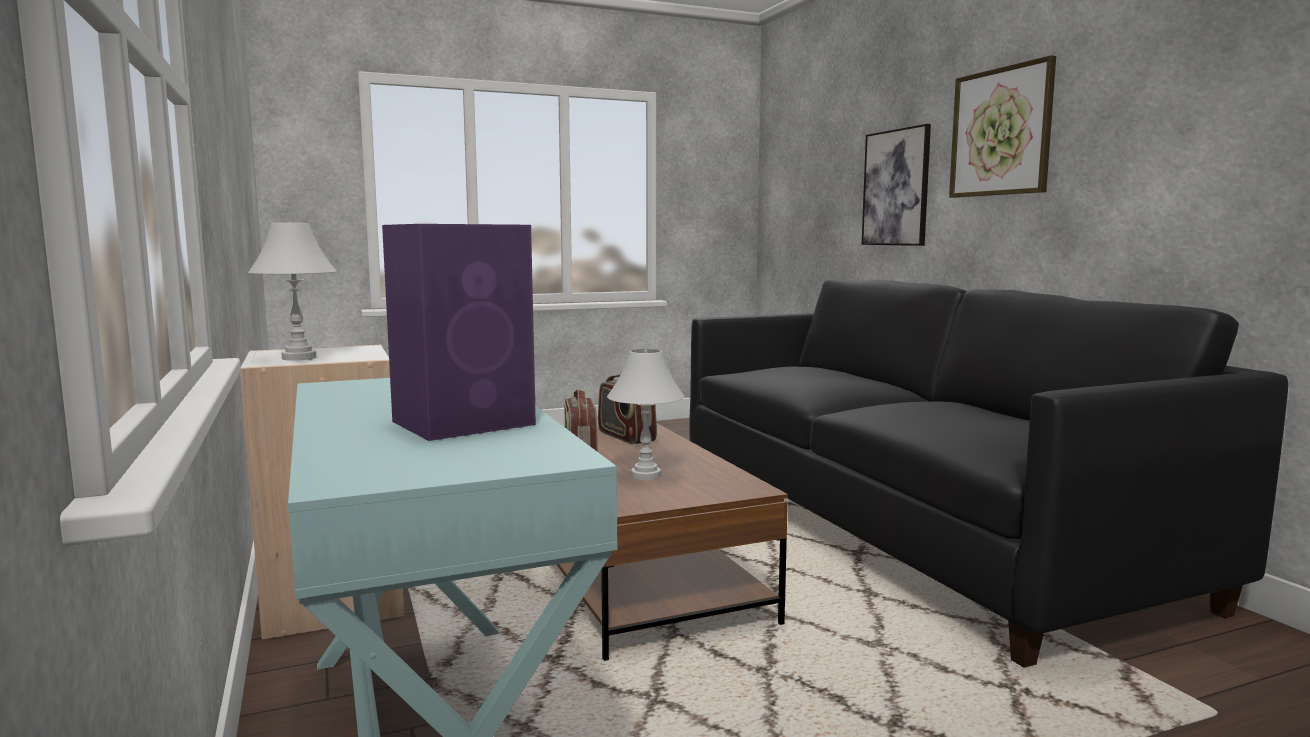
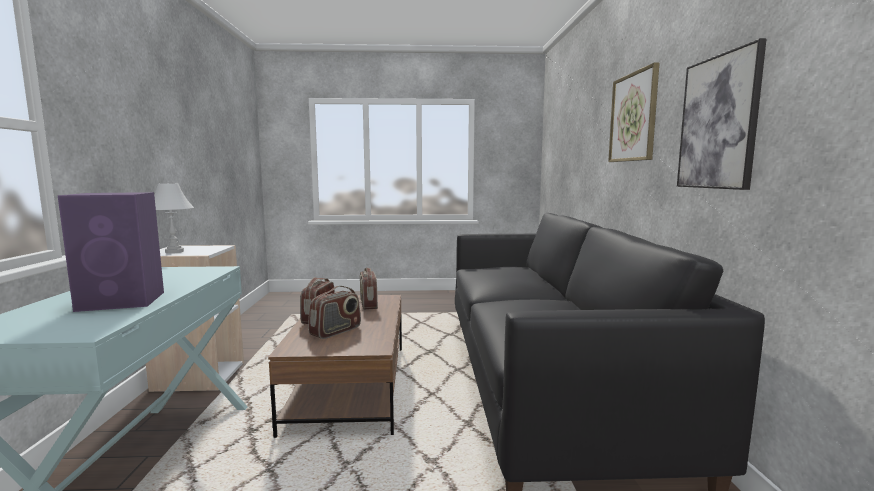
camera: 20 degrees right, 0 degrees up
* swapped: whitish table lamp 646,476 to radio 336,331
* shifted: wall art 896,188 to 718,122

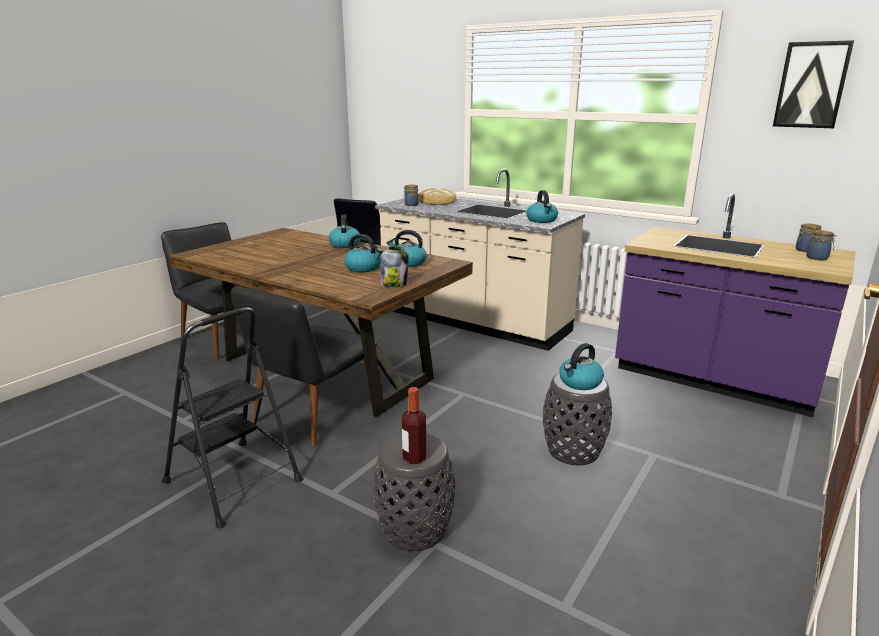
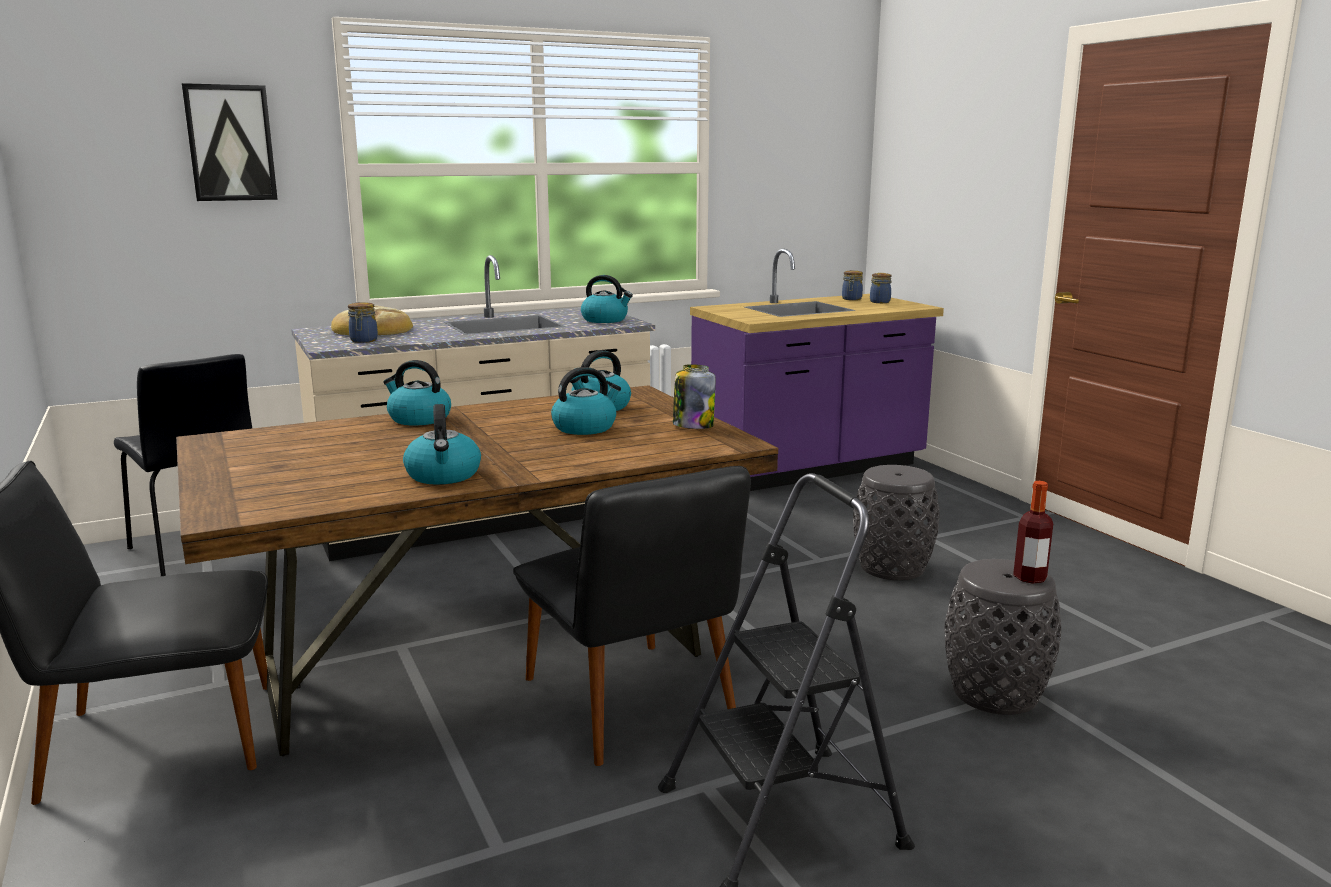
camera: 60 degrees left, 5 degrees down
* shifted: wall art 811,85 to 230,143
* shifted: water kettle 580,382 to 444,475

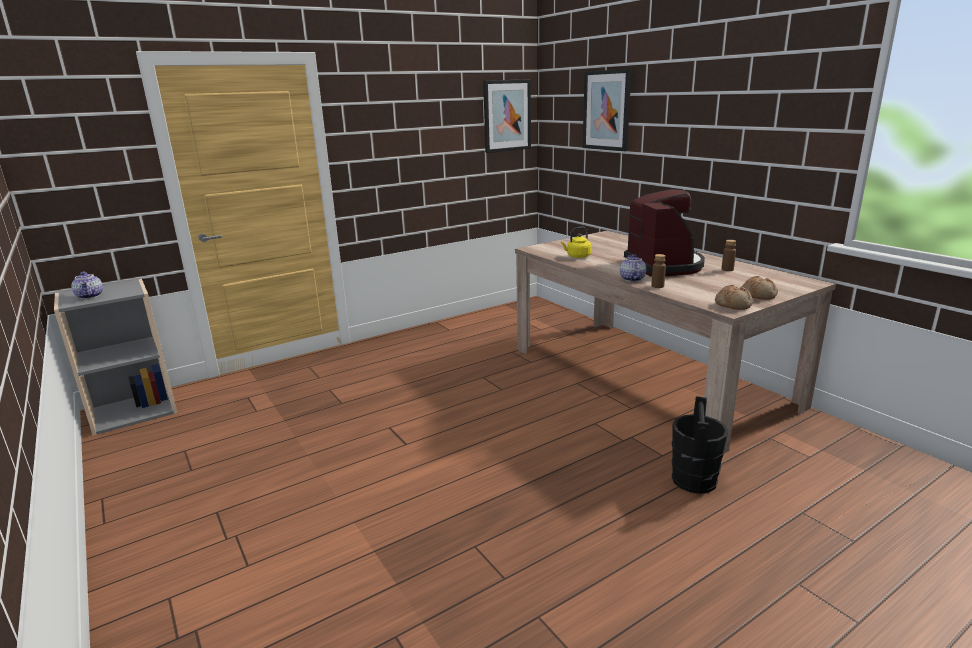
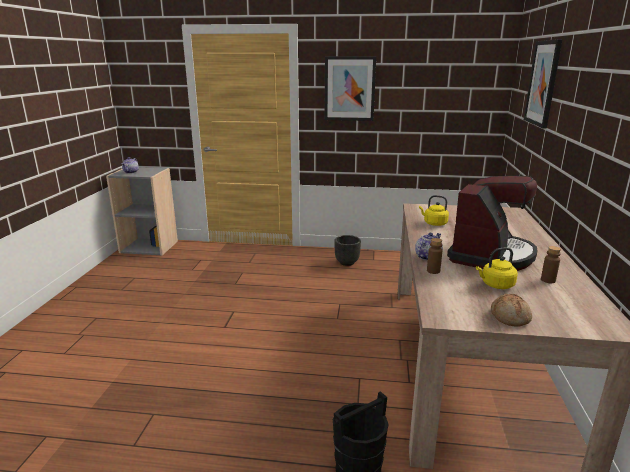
camera: 40 degrees right, 0 degrees up
* shifted: wall art 507,116 to 349,88
* new: blackish flower pot 347,262
* new: yellowish water kettle 496,285
* gone: baked bread 733,305

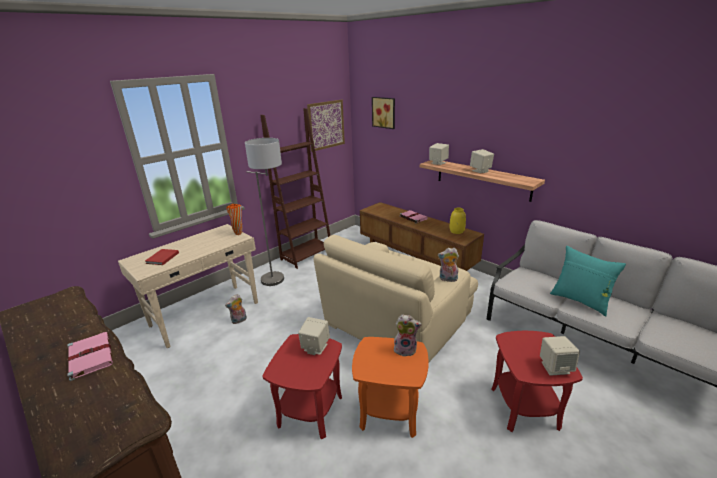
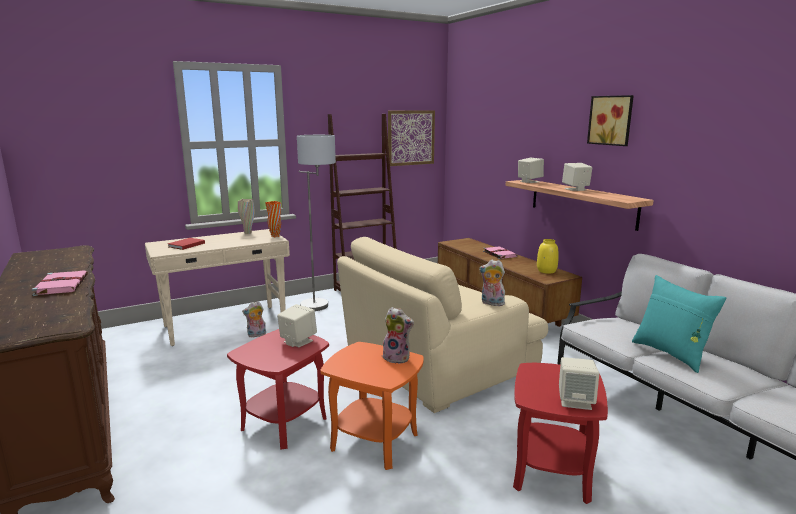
camera: 15 degrees right, 10 degrees down
* new: sand-coloured flower vase 248,233
* shifted: wall art 384,112 to 611,120

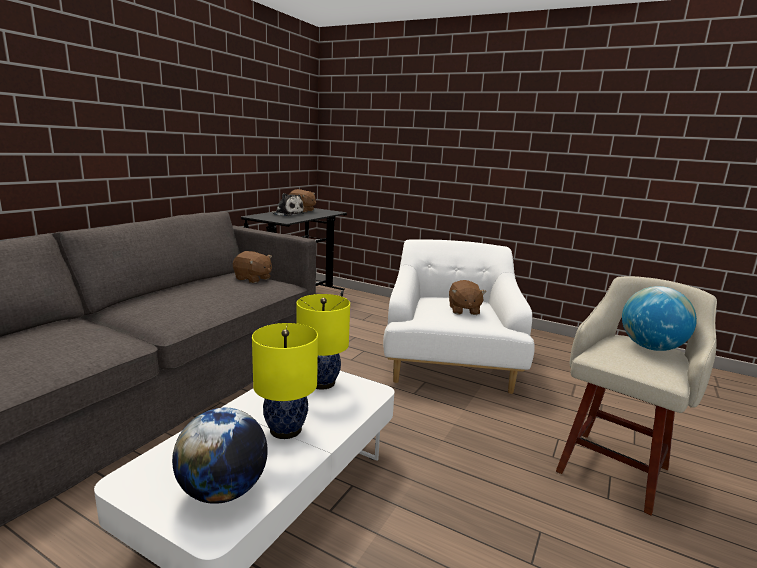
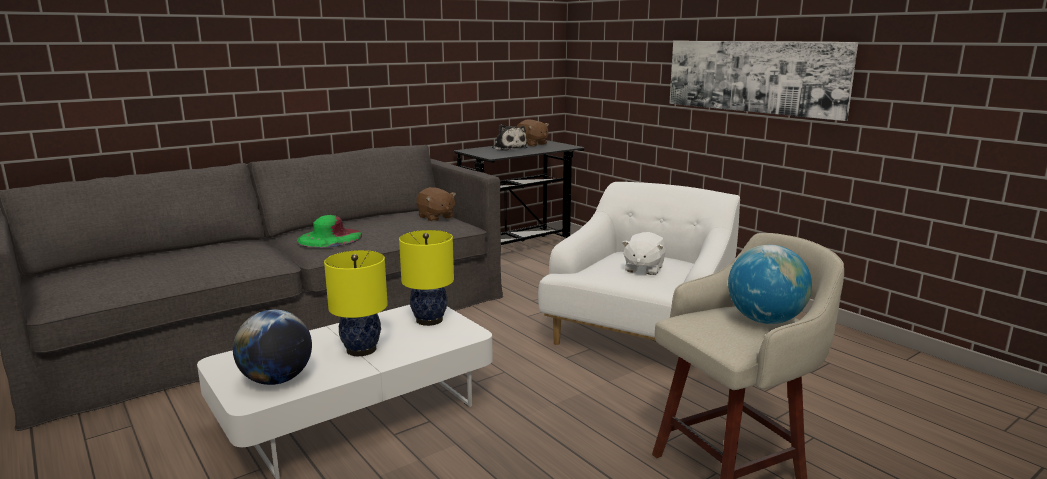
camera: 25 degrees right, 0 degrees up
* new: green clothing hat 330,238
* repainted: brownish soft toy 463,310 to whitish soft toy 643,269
* new: wall art 753,76

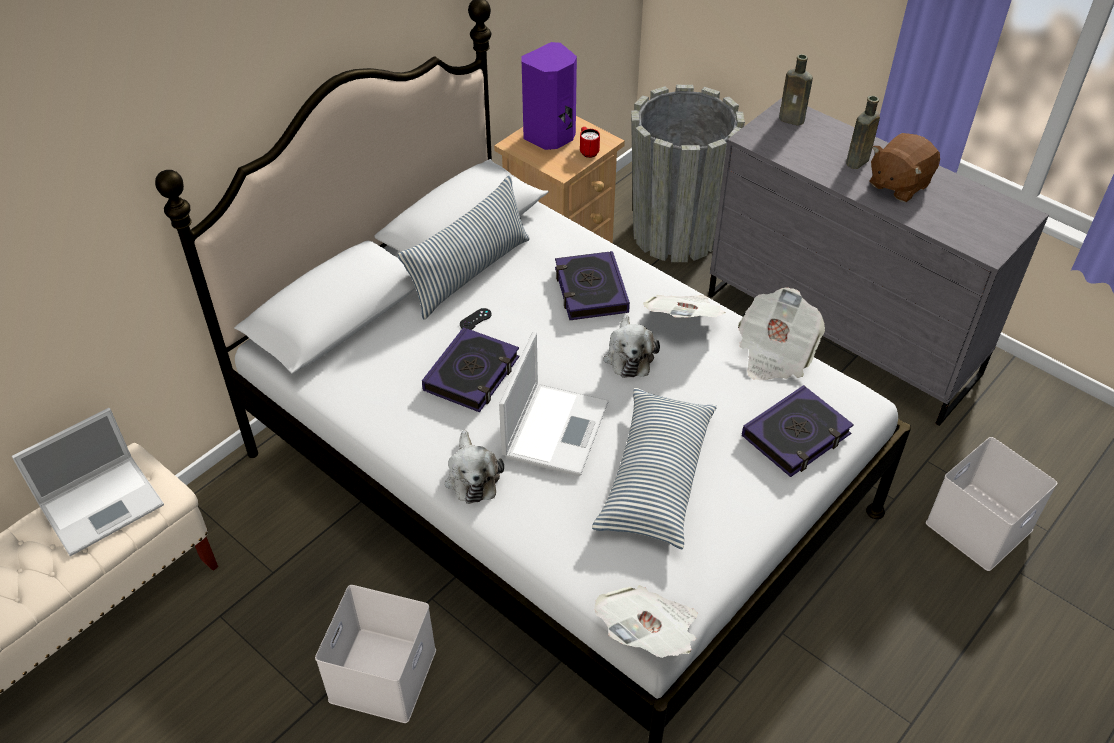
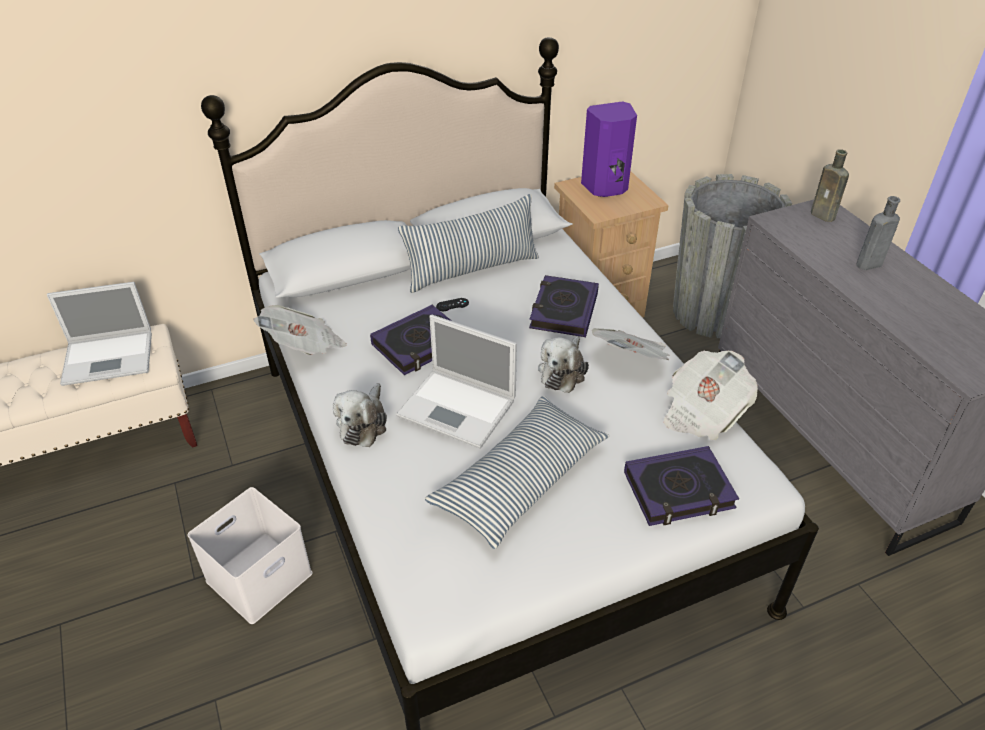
camera: 25 degrees right, 5 degrees down
* shifted: daily paper 649,634 to 305,347
* rotated: portable computer 556,427 = 459,408 75 degrees clockwise
* repainted: brownish drink bottle 856,162 to greyish drink bottle 867,265
* gone: red coffee mug 588,151
* gone: brownish soft toy 898,184
* gone: whitish storage bin 979,528

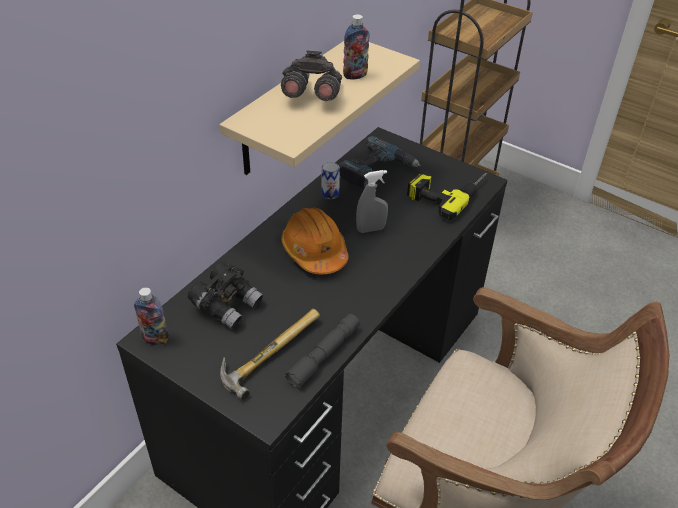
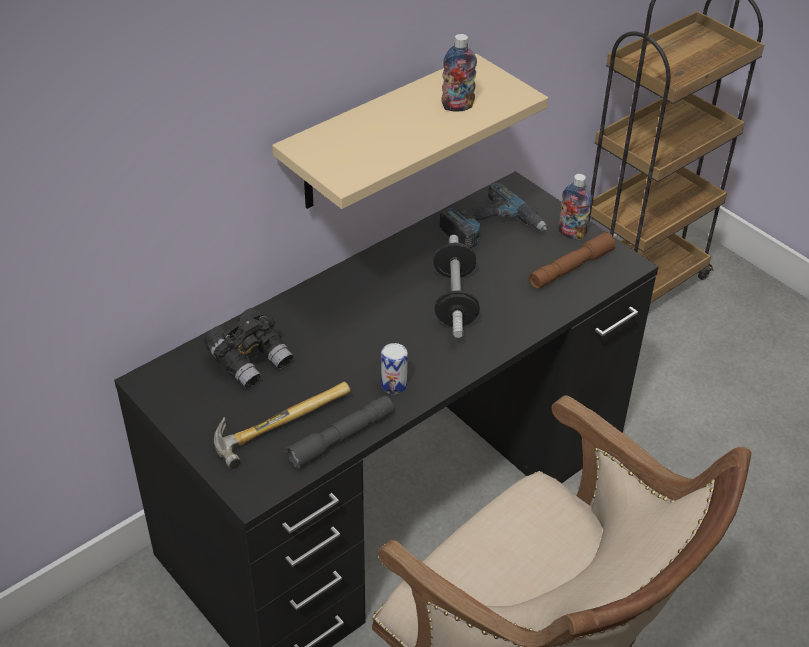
camera: 15 degrees right, 0 degrees up
* shifted: metal can 330,193 to 394,385
* swapped: greyish hand sprayer 371,229 to hand weight 455,300
* swapped: electric drill 446,191 to brownish hand torch 571,268
* shifted: drink bottle 155,338 to 571,233
* gone: greyish binoculars 312,96
* gone: orange-coloured hard hat 314,251

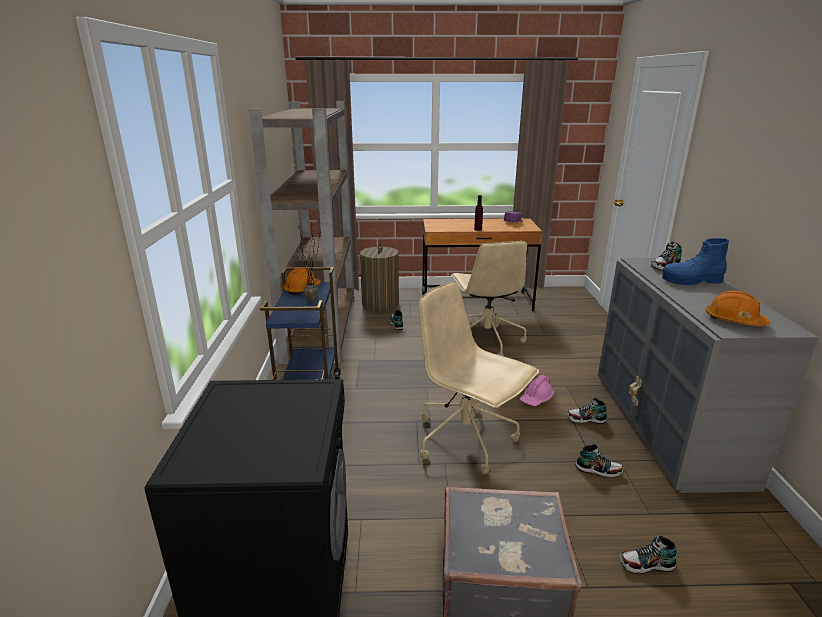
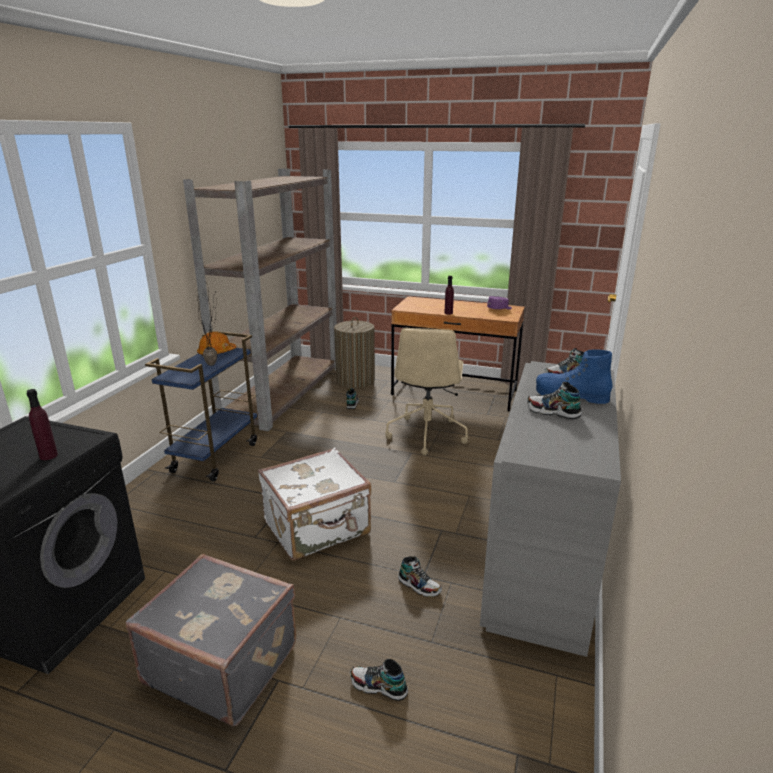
camera: 20 degrees right, 0 degrees up
* new: purple drink bottle 48,456
* swapped: sand-coloured computer chair 469,442 to whitish travel case 318,528
* shifted: low shoe 586,419 to 553,412
* gone: pinkish hard hat 536,399
* gone: orange-coloured hard hat 734,320

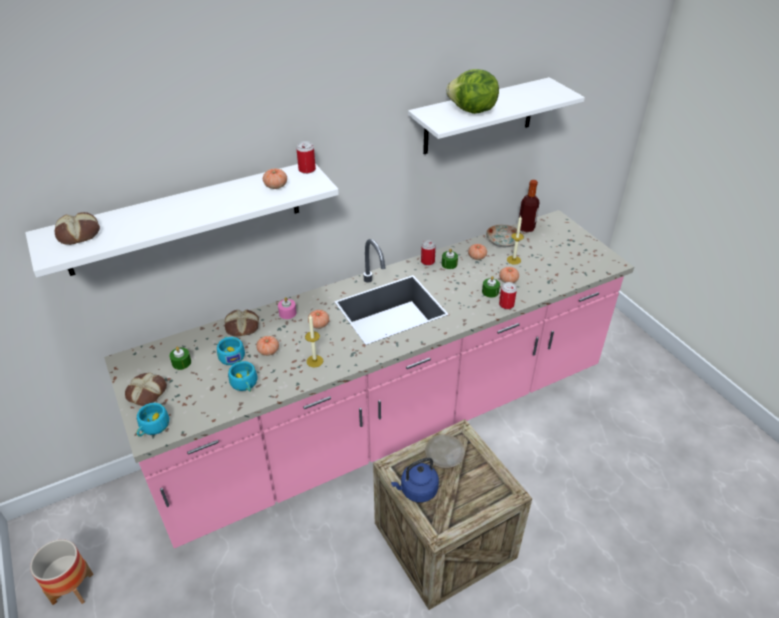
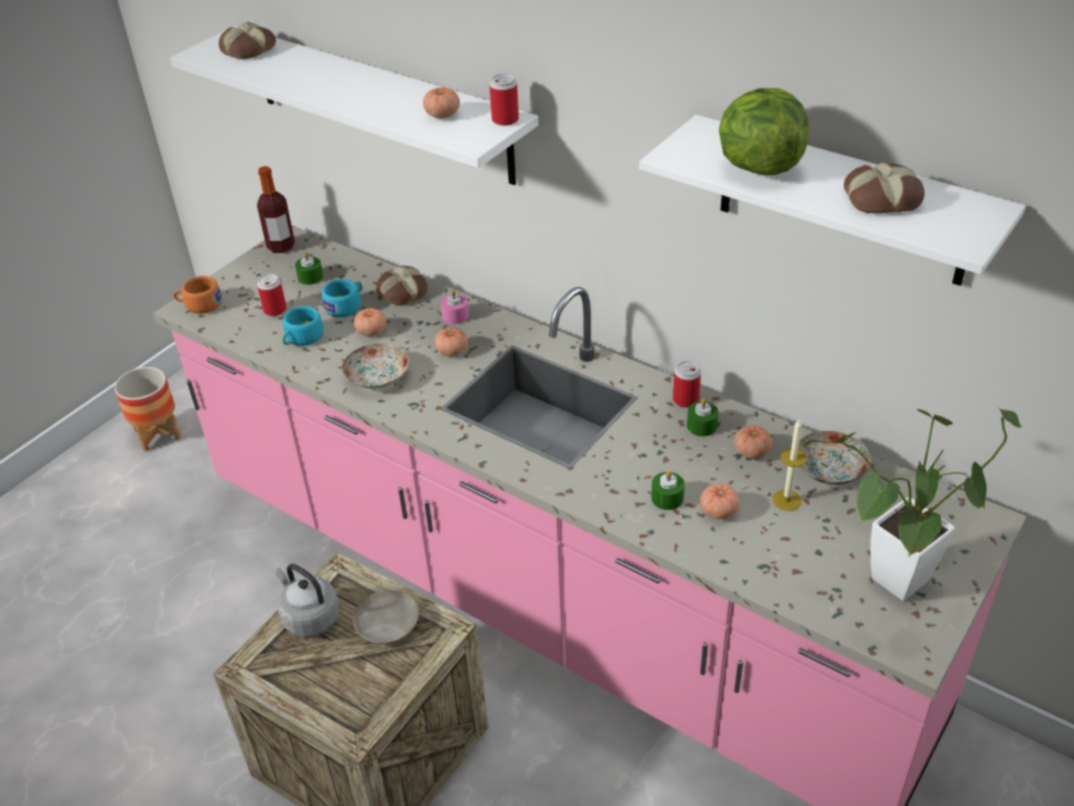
camera: 65 degrees right, 0 degrees up
* repainted: turquoise small cup 152,427 to orange-coloured small cup 199,305
* shifted: drink bottle 526,228 to 281,247
* shifted: metal can 506,305 to 275,310
* repainted: blue water kettle 417,490 to greyish water kettle 309,617
* swapped: wax light 315,361 to flat dish 377,376
* new: potted plant 890,586
* shifted: baked bread 146,392 to 881,198

